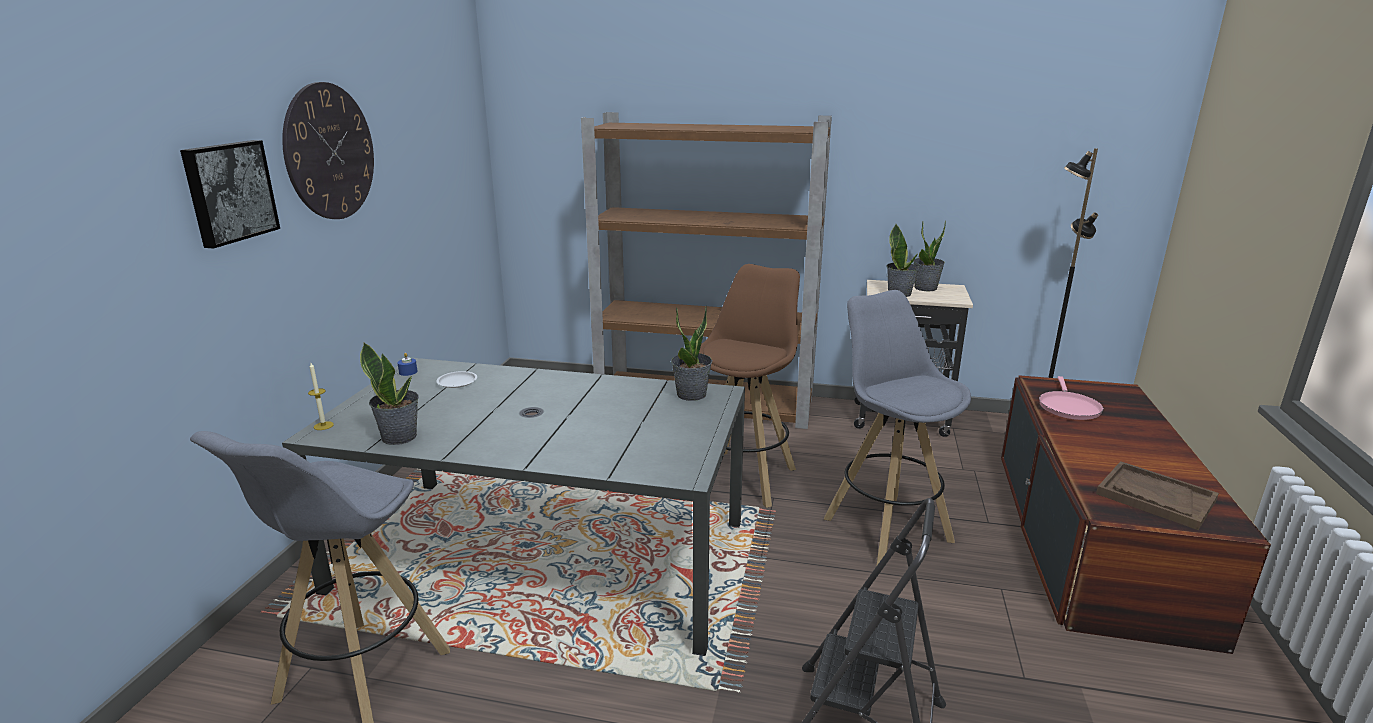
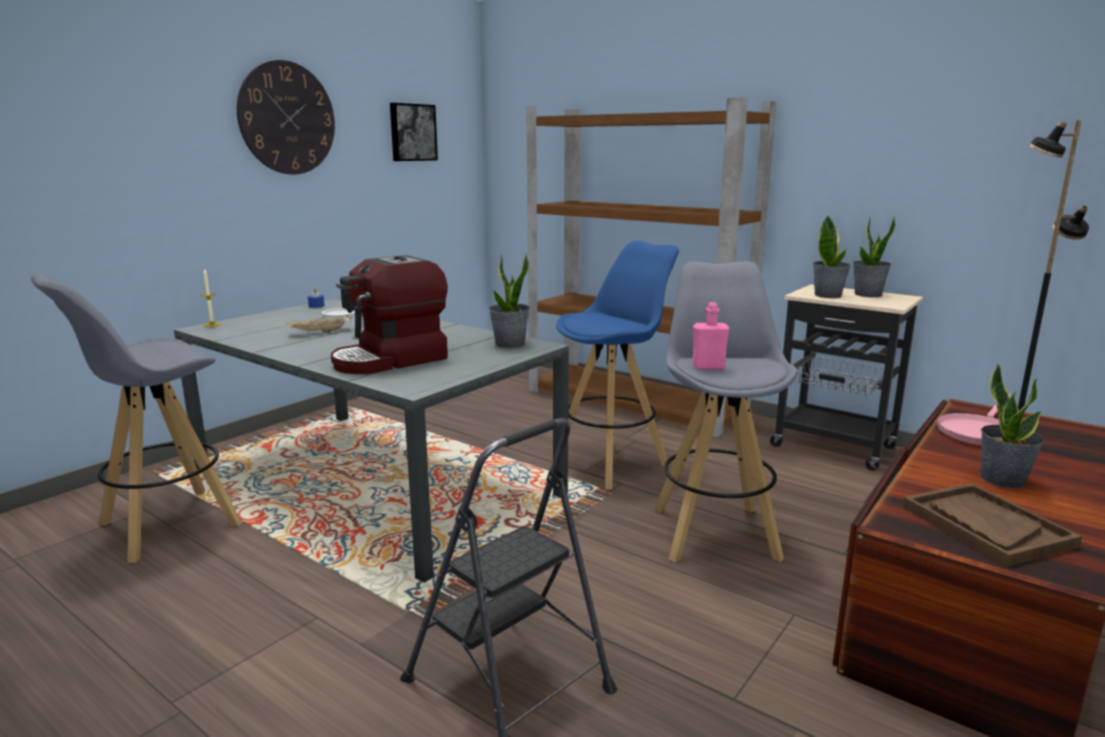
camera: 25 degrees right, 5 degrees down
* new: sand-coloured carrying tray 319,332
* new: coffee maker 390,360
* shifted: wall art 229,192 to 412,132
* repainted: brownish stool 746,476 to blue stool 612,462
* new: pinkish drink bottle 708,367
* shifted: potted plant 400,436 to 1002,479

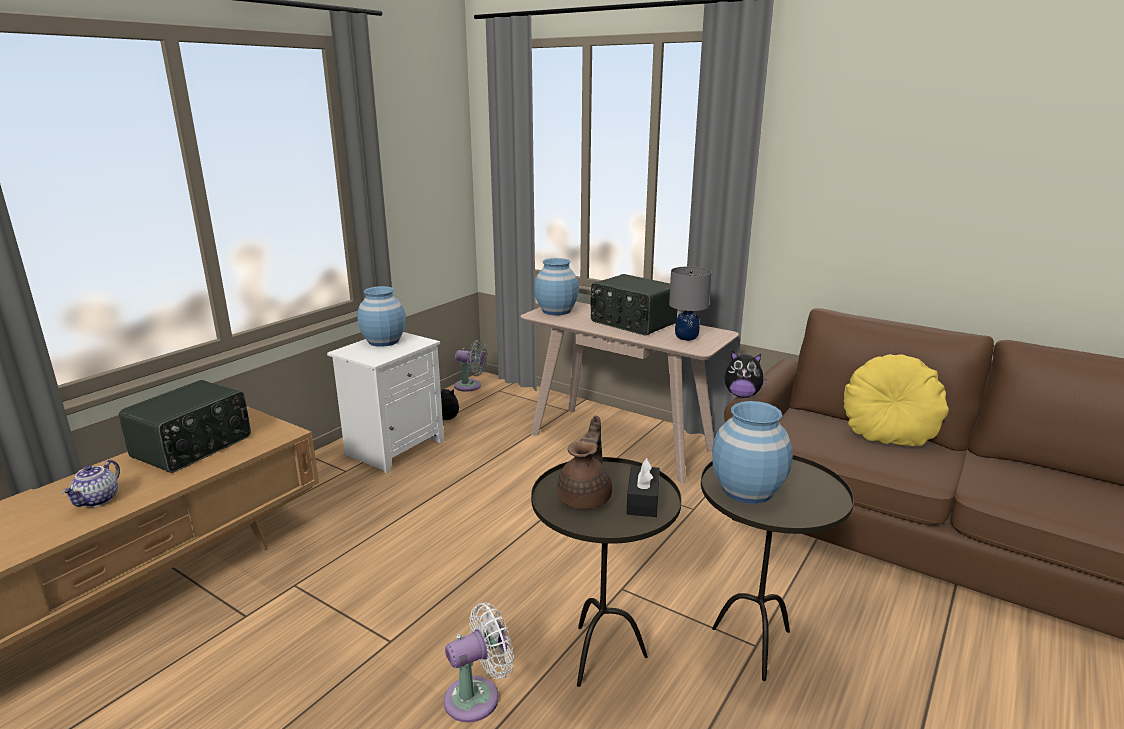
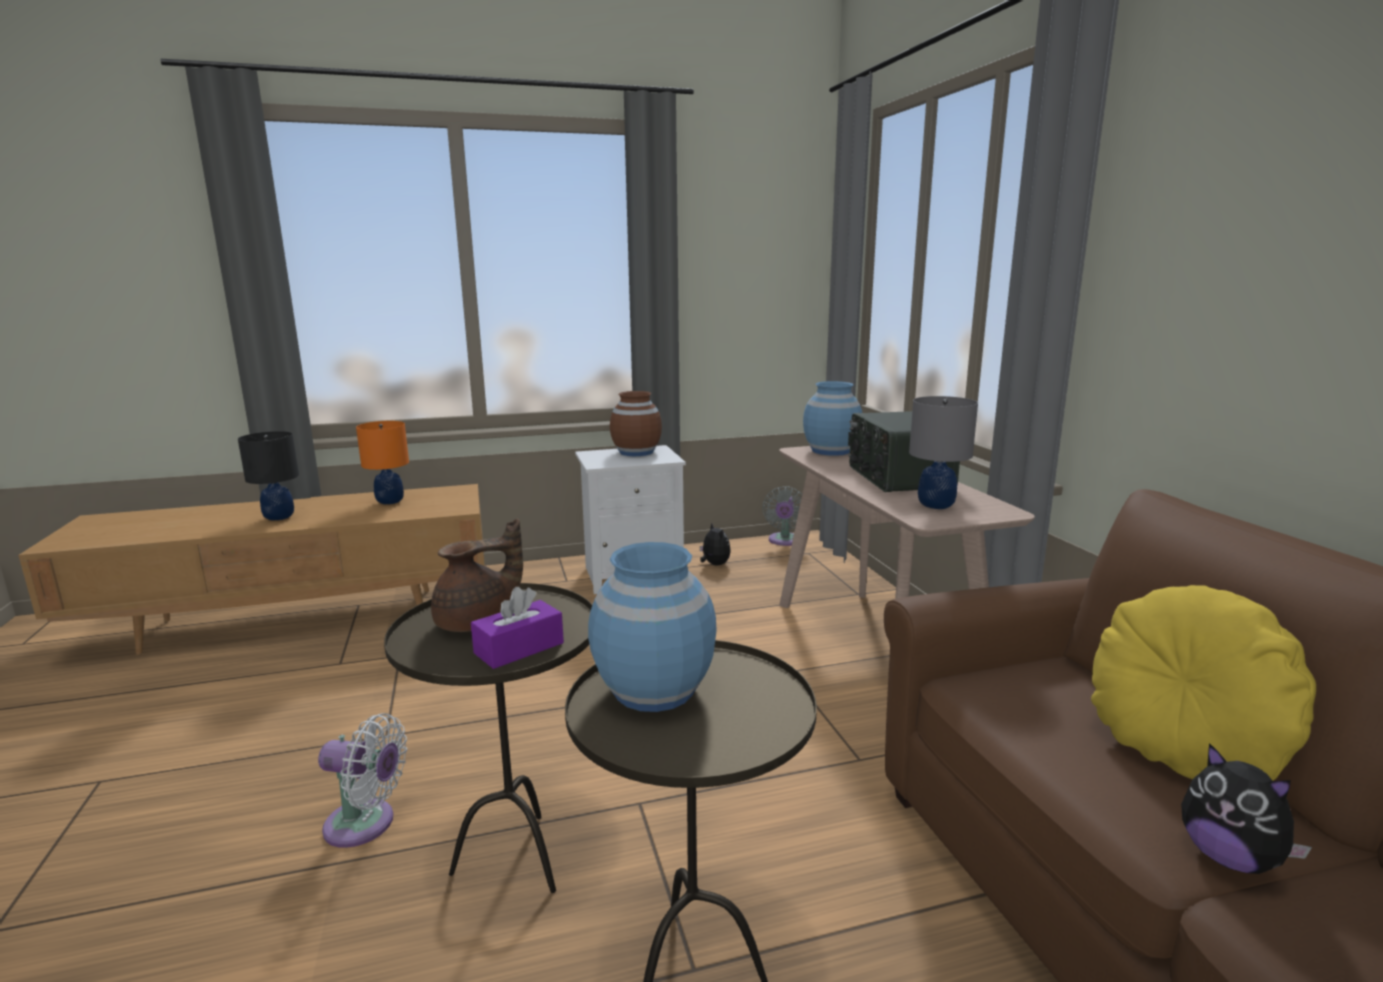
camera: 40 degrees right, 5 degrees down
* swapped: tea pot 98,500 to blackish table lamp 280,518
* swapped: radio 194,447 to orange-coloured table lamp 391,501
* repainted: blackish box of tissues 643,501 to purple box of tissues 519,648
* repainted: blue flower vase 384,341 to brownish flower vase 636,452
* rotated: greyish electric fan 470,386 = 784,541 45 degrees clockwise
* shifted: soft toy 742,395 to 1229,858

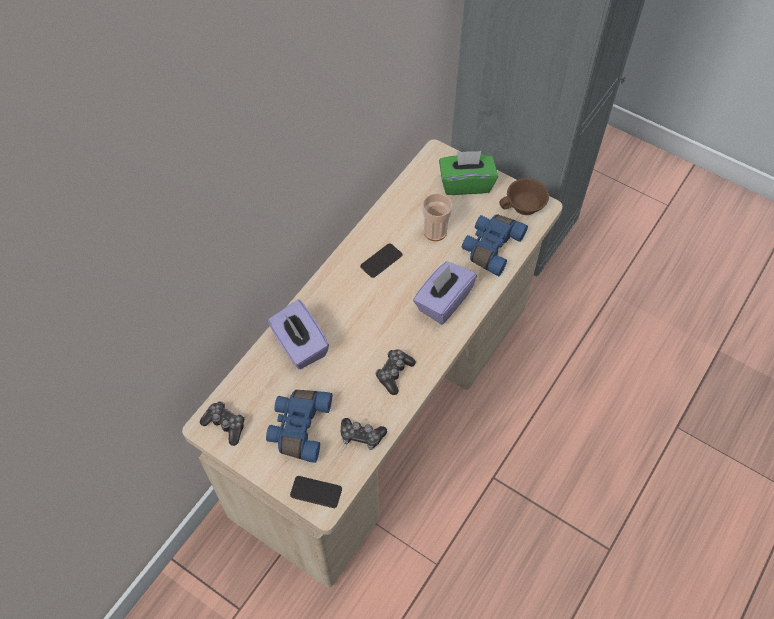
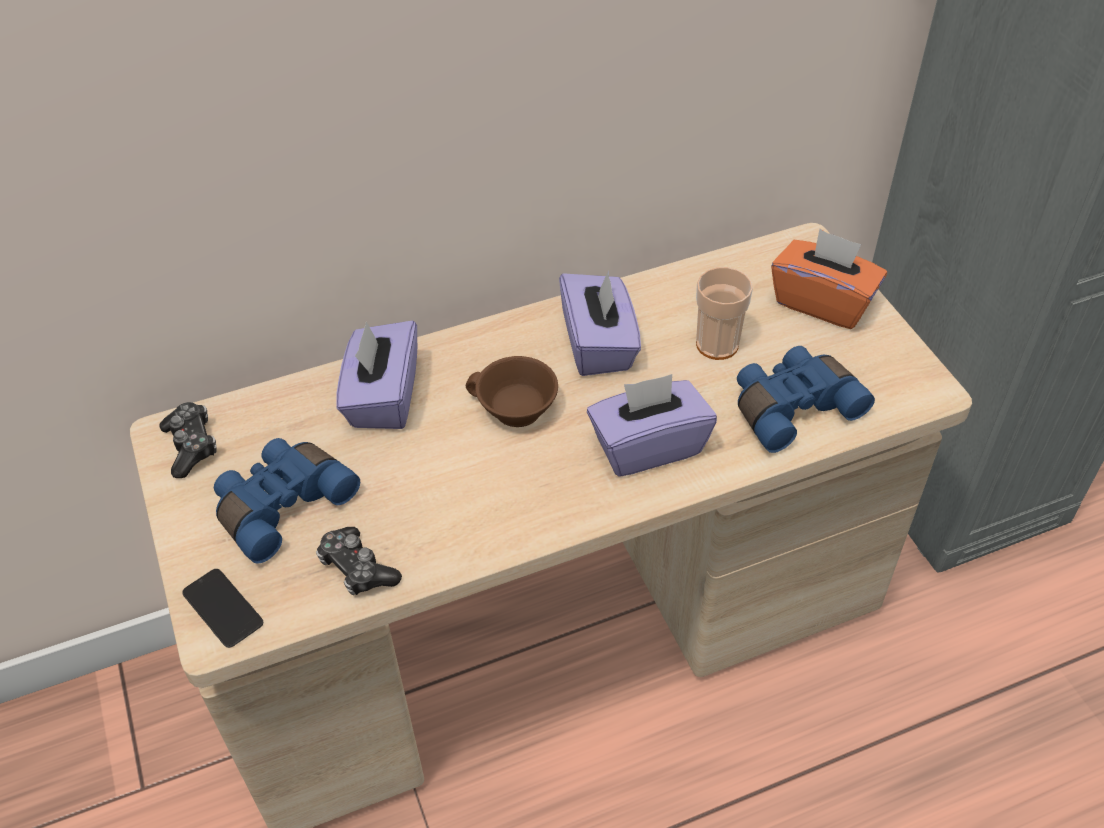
camera: 35 degrees right, 10 degrees down
* shifted: brownish small cup 524,207 to 514,411
* swapped: telephone 381,261 to purple box of tissues 599,345
* repainted: green box of tissues 466,183 to orange-coloured box of tissues 823,302
* gone: joypad 394,373

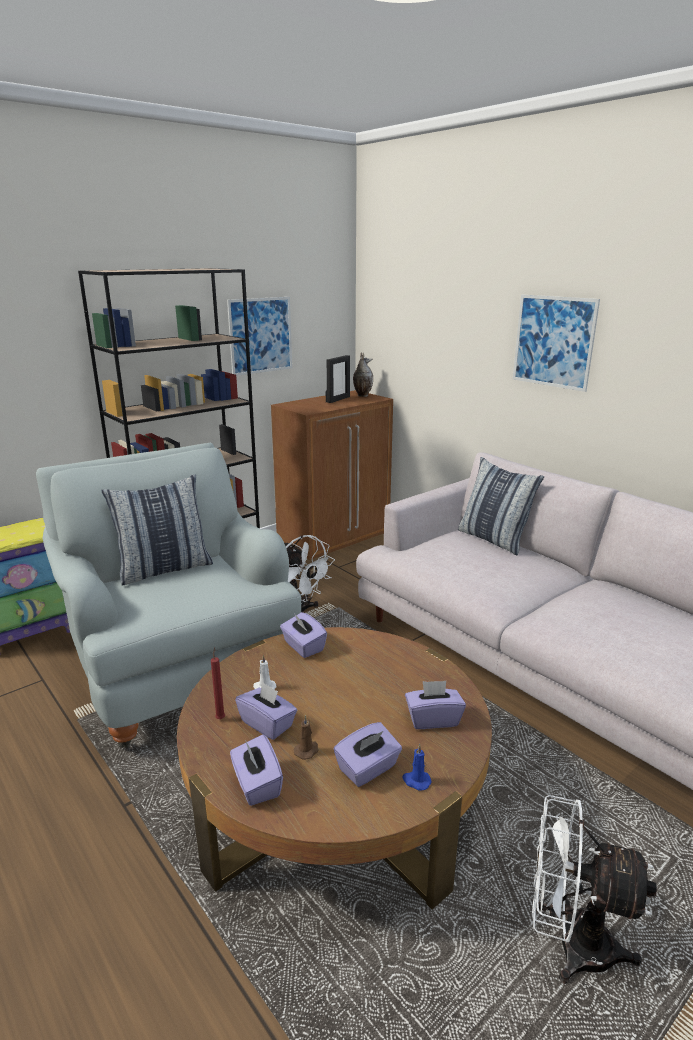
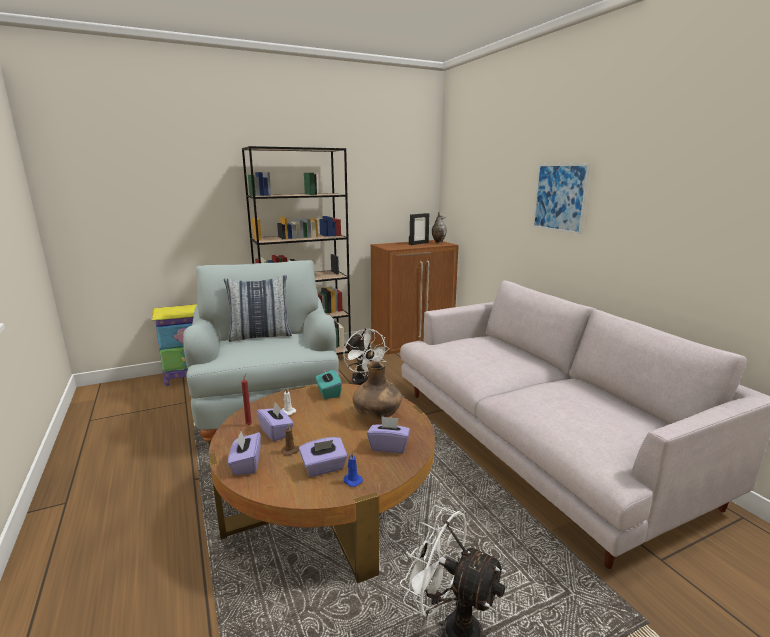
camera: 15 degrees right, 5 degrees down
* repainted: purple box of tissues 303,646 to turquoise box of tissues 328,392
* new: brownish flower vase 377,416
* gone: wall art 260,335
* gone: throw pillow 494,539

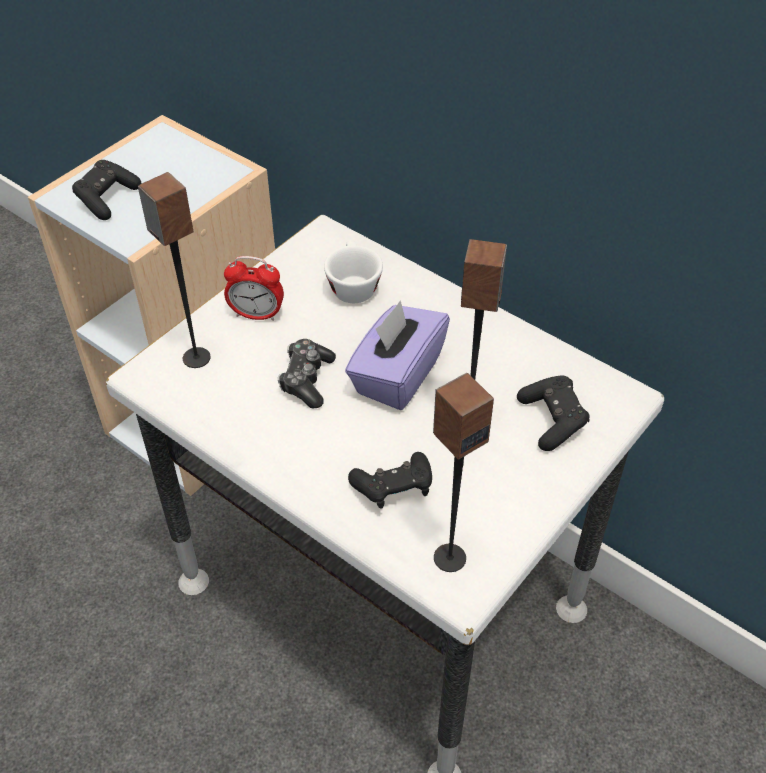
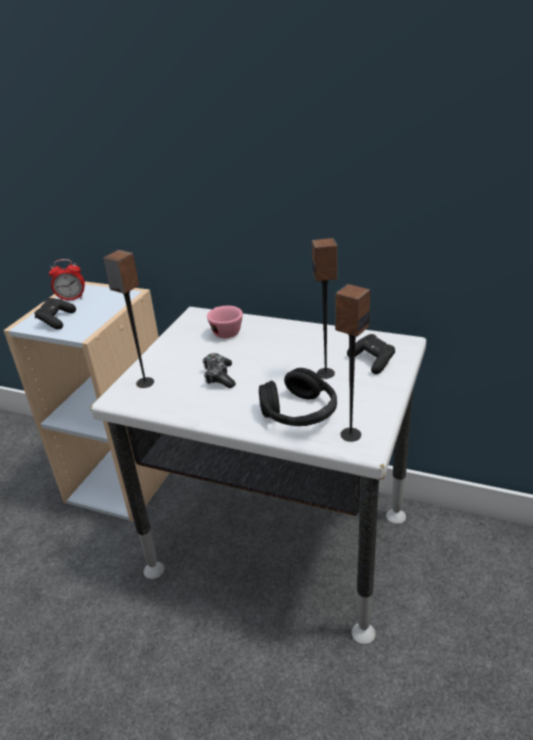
camera: 15 degrees left, 15 degrees down
* shifted: table clock 257,314 to 72,298
* repainted: whitish small cup 352,286 to pinkish small cup 224,331
* swapped: blackish joypad 394,489 to blackish headphones 299,412
* gone: purple box of tissues 397,375

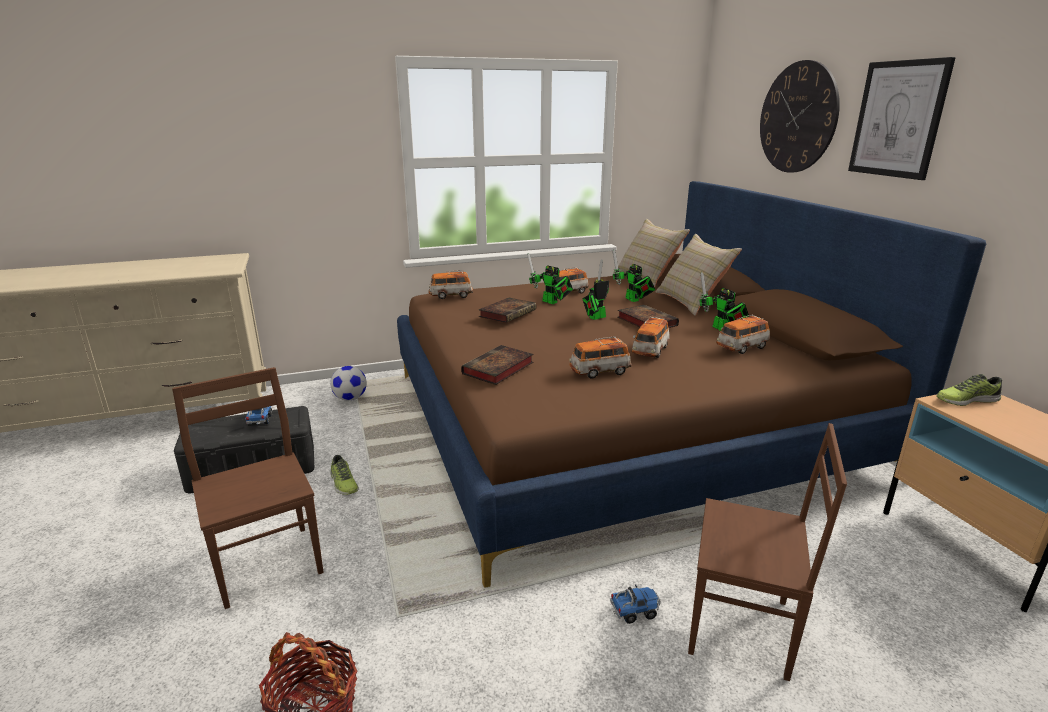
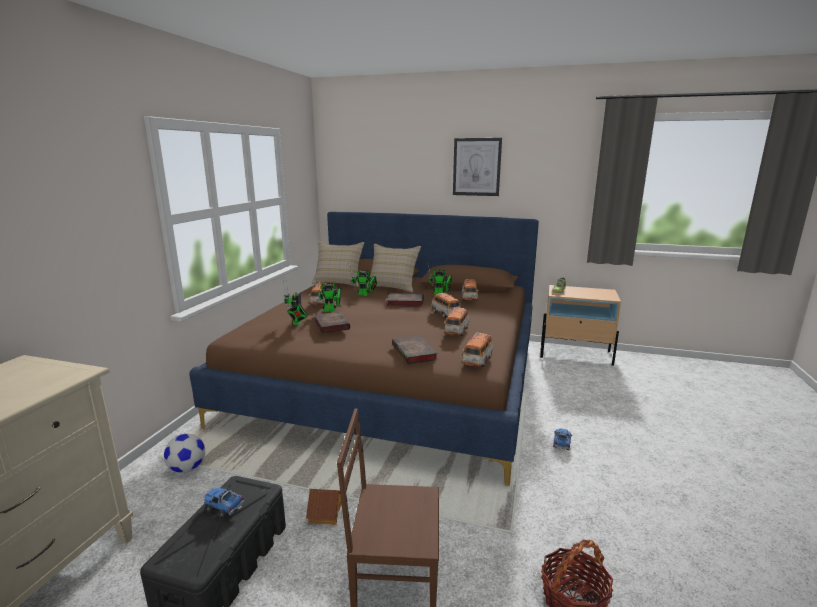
camera: 55 degrees left, 5 degrees down
* shifted: model robot 595,318 to 297,323
* swapped: low shoe 343,483 to toy house 325,513
* shifted: model car 451,296 to 477,361
* gone: brownish plain chair 741,628
* gone: clock on the wall 797,118

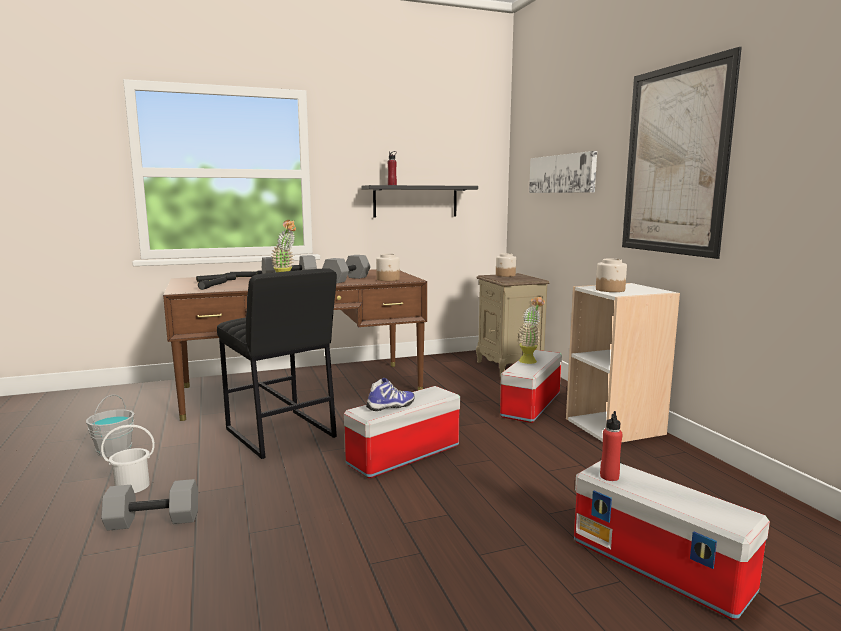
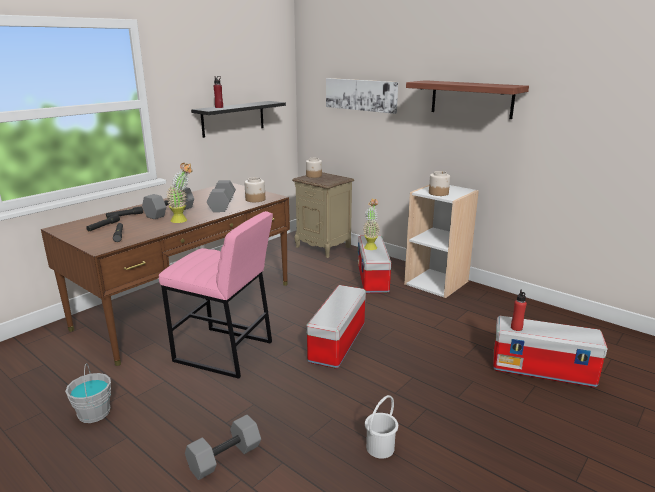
camera: 30 degrees left, 10 degrees up
* repainted: blackish plain chair 281,434 to pinkish plain chair 226,352
* shifted: whitish pail 132,486 to 380,448
* swapped: wall art 674,160 to shelf 471,99
* gone: low shoe 391,406

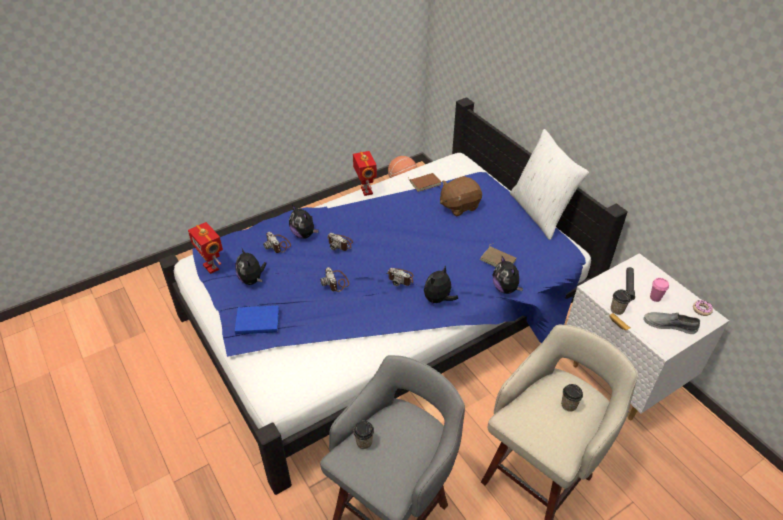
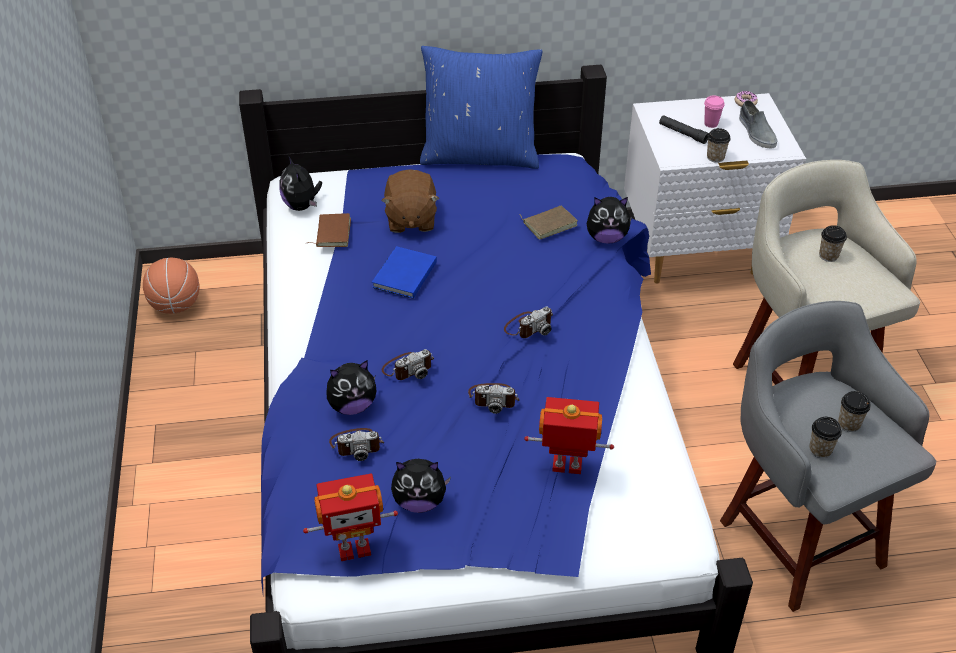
camera: 65 degrees left, 0 degrees up
* shifted: soft toy 438,300 to 302,205
* shifted: blue bound book 256,321 to 403,275
* repainted: whitish throw pillow 540,213 to blue throw pillow 480,155
* shifted: model robot 365,191 to 567,467
* rotated: greyish low shoe 669,325 = 756,132 60 degrees counterclockwise
* new: small cup 849,424

